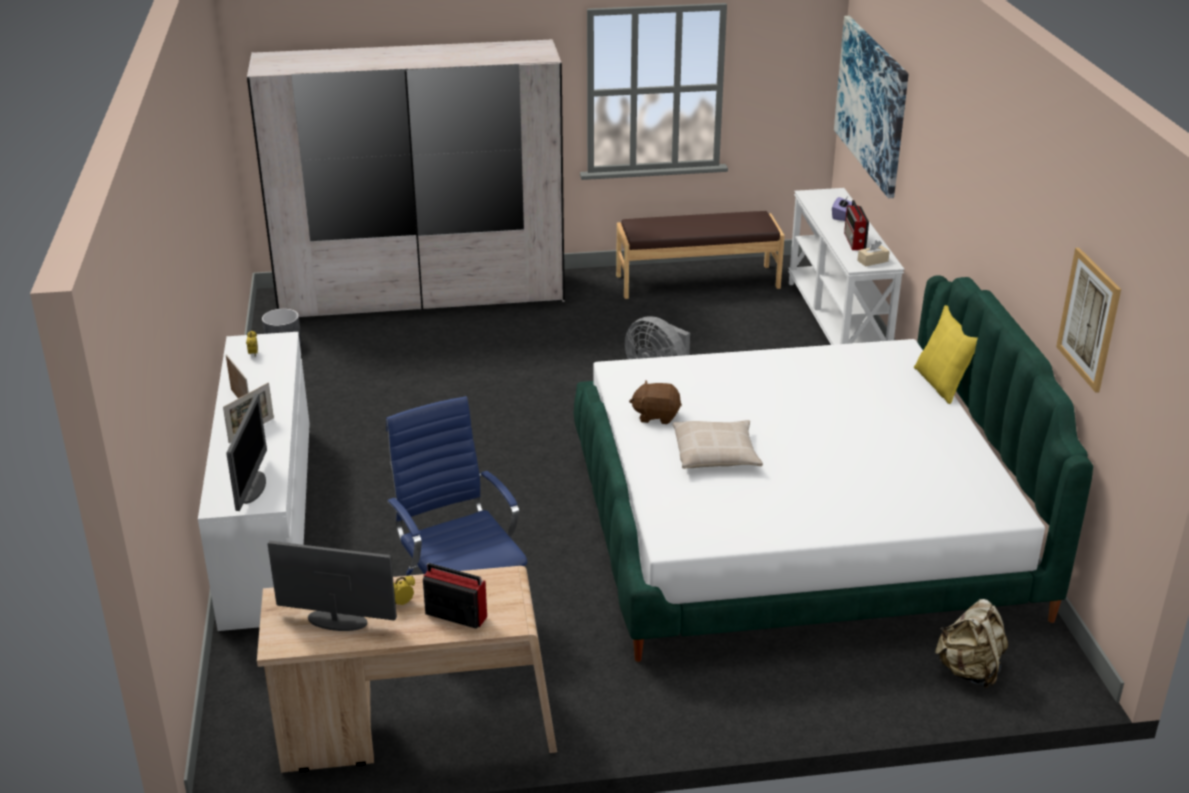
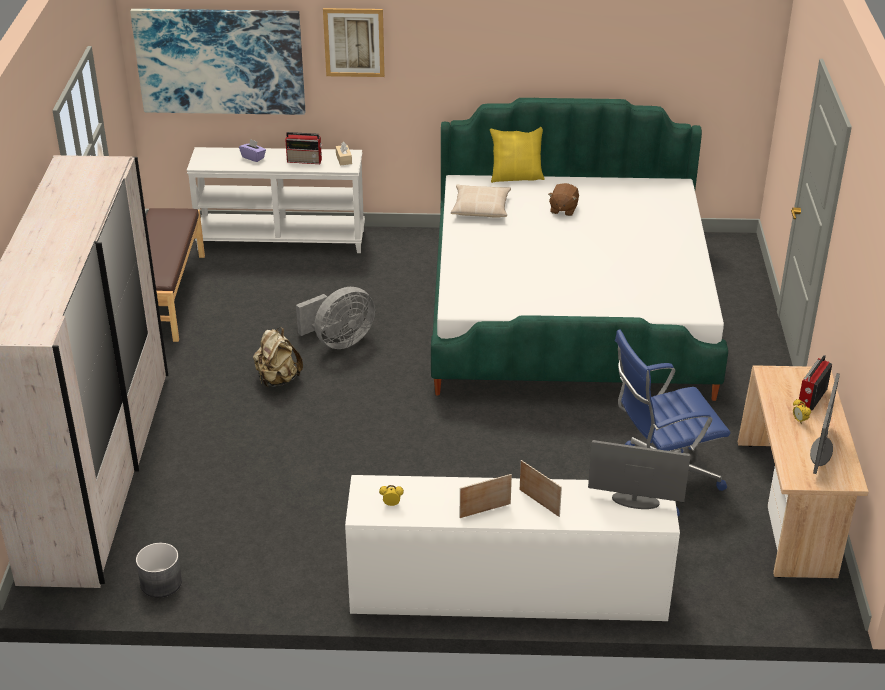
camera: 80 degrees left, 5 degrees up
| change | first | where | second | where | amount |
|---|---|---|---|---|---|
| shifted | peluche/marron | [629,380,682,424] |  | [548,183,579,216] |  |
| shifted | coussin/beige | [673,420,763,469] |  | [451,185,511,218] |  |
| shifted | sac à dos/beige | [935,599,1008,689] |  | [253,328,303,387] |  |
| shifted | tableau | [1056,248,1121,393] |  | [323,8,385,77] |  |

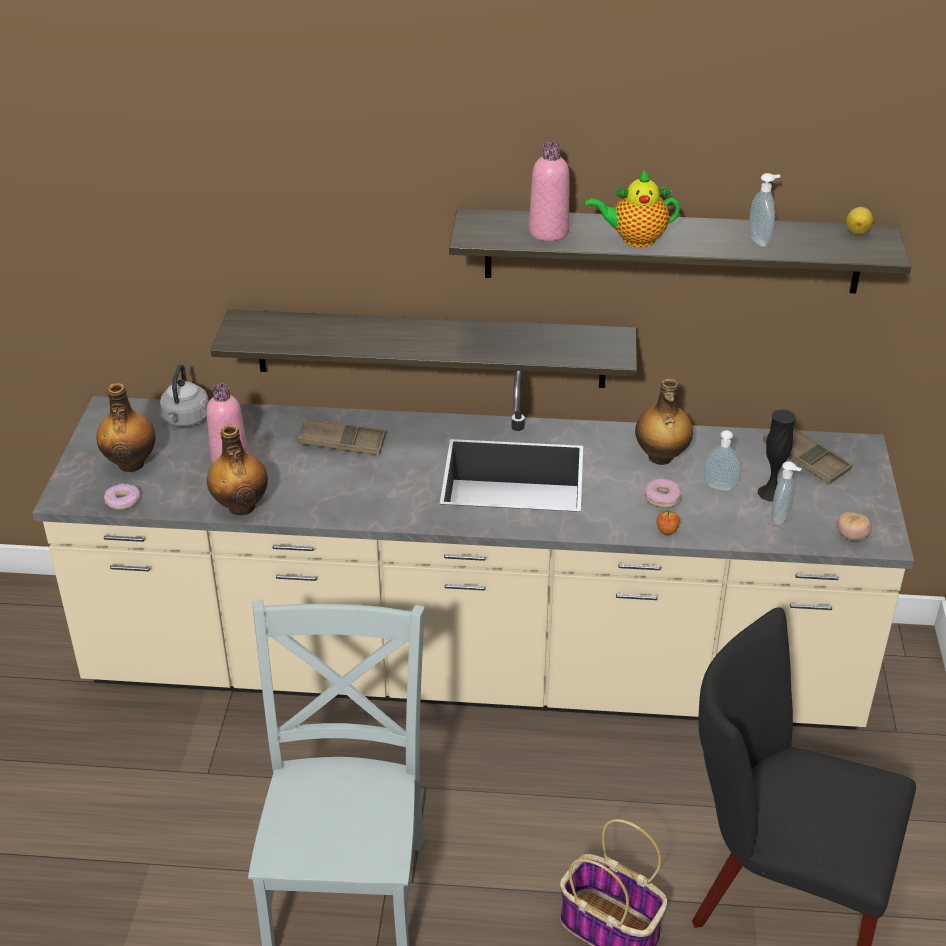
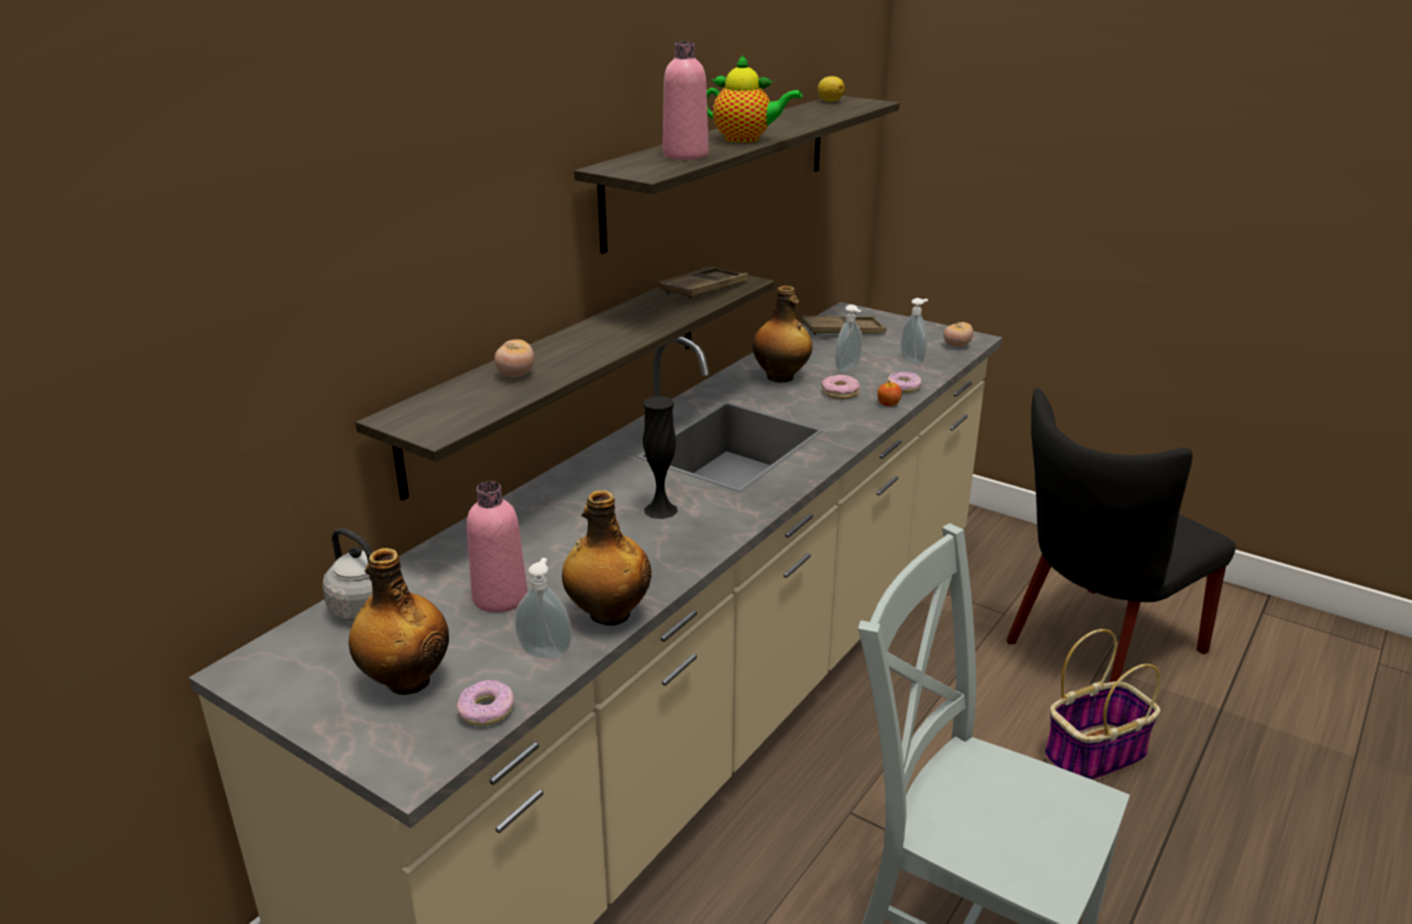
camera: 60 degrees left, 10 degrees down
| change | first | where | second | where | amount |
|---|---|---|---|---|---|
| new |  |  | tomate | [494,339,534,377] |  |
| new |  |  | beignet | [887,372,922,393] |  |
| shifted | plateau/marron | [298,418,386,455] |  | [658,267,748,300] |  |
| shifted | distributeur de savon | [749,173,780,247] |  | [515,558,572,659] |  |
| shifted | vase/noir | [757,409,796,502] |  | [643,396,678,519] |  |
| rotated | théière | [586,170,680,248] |  | [707,54,802,143] | 105 degrees counterclockwise |

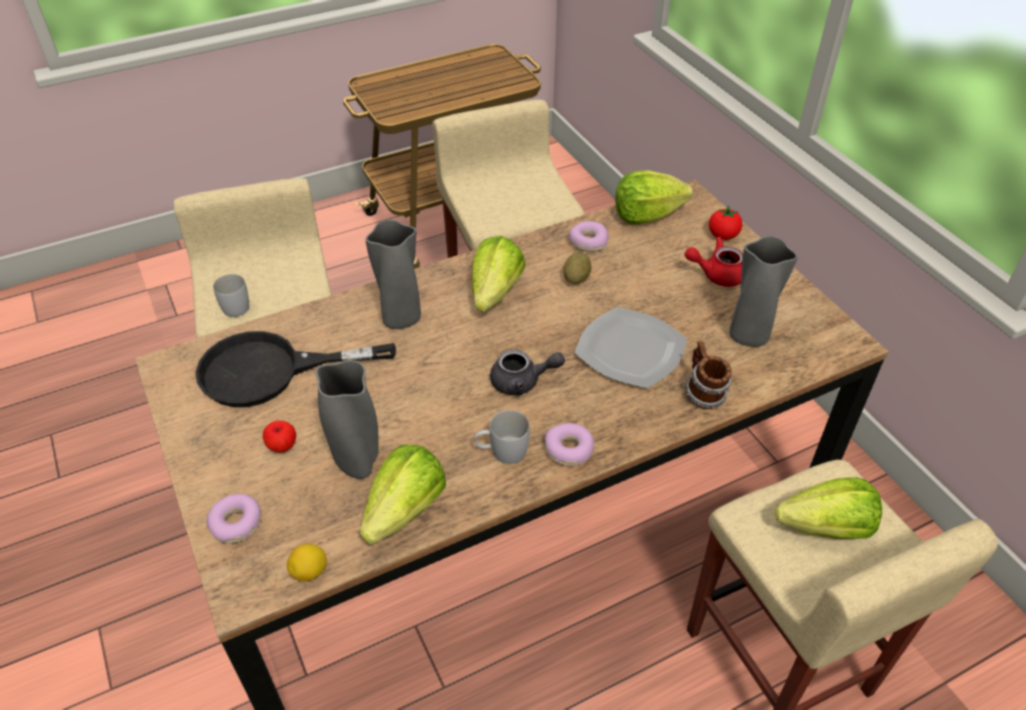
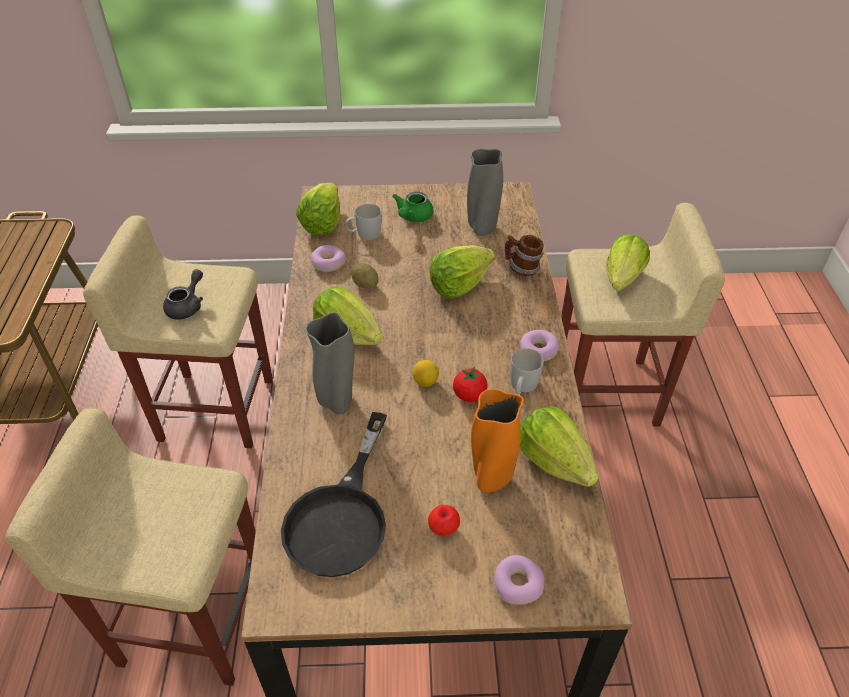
camera: 65 degrees left, 0 degrees up
| change | first | where | second | where | amount |
|---|---|---|---|---|---|
| shifted | mug/blanc | [213,274,249,317] |  | [345,204,382,240] |  |
| shifted | citron | [287,544,327,581] |  | [412,360,439,387] |  |
| shifted | théière/gris | [490,349,565,396] |  | [163,269,203,320] |  |
| shifted | tomate | [709,206,742,240] |  | [453,367,488,402] |  |
| swapped | assiette | [575,307,687,388] | laitue | [429,245,495,299] |  |
| repainted | vase/gris | [315,360,379,479] | vase/orange | [471,389,524,493] |  |
| repainted | théière/rouge | [685,237,743,287] | théière/vert | [392,191,433,222] |  |

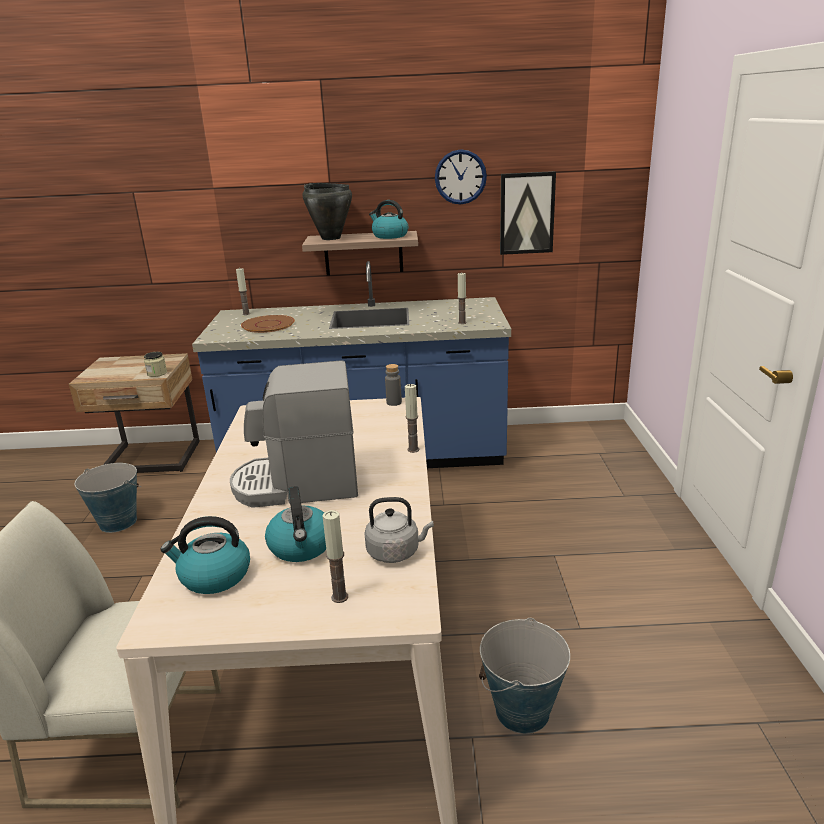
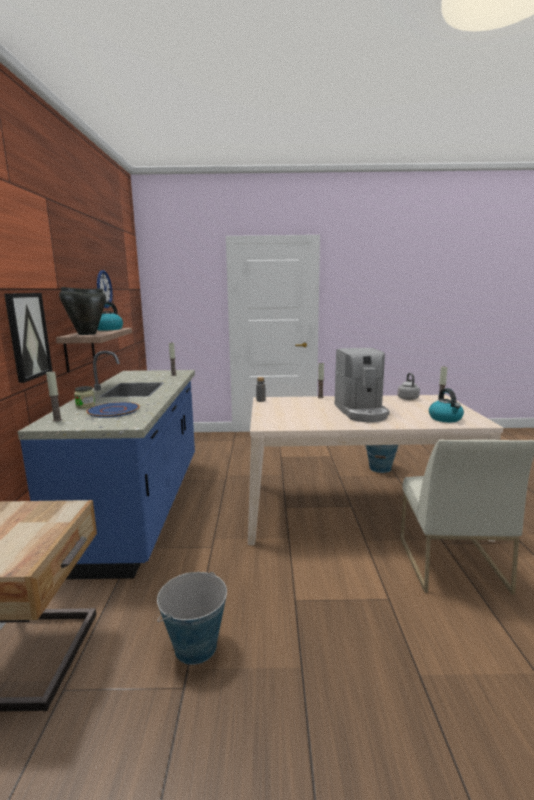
camera: 90 degrees left, 10 degrees down
| change | first | where | second | where | amount |
|---|---|---|---|---|---|
| gone | bouilloire | [265,486,326,562] |  |  |  |
| shifted | bocal | [144,352,167,377] |  | [74,386,95,409] |  |
| shifted | tableau | [500,171,556,255] |  | [4,293,53,383] |  |
| repainted | assiette/marron | [241,315,295,333] | assiette/bleu | [86,402,140,418] |  |

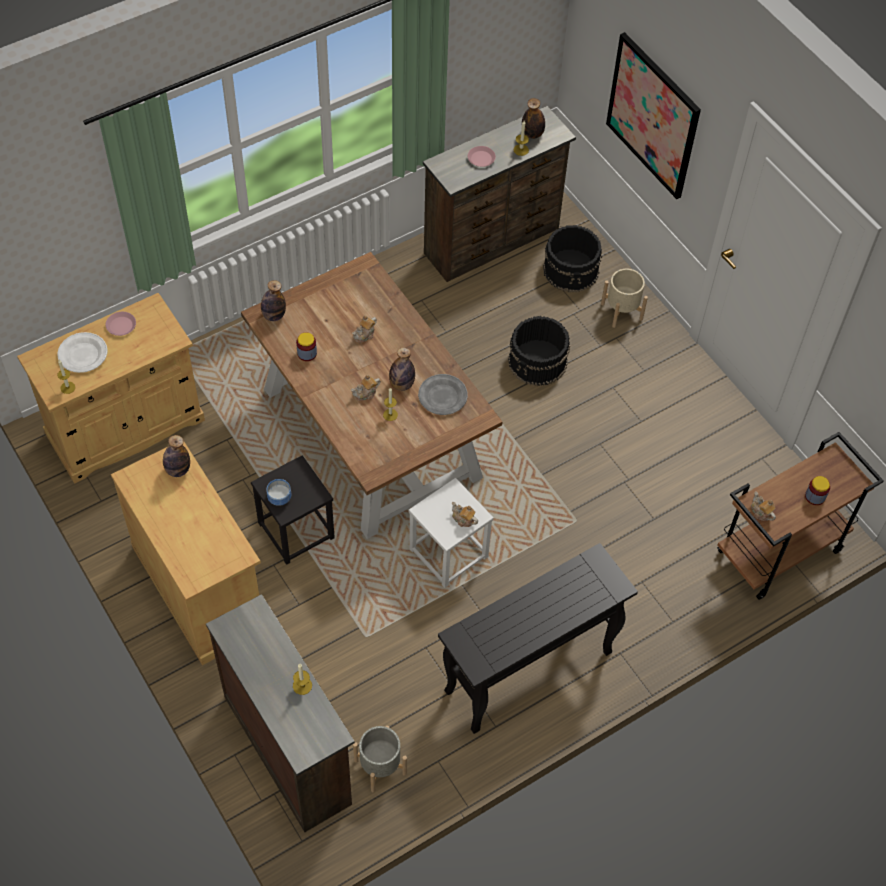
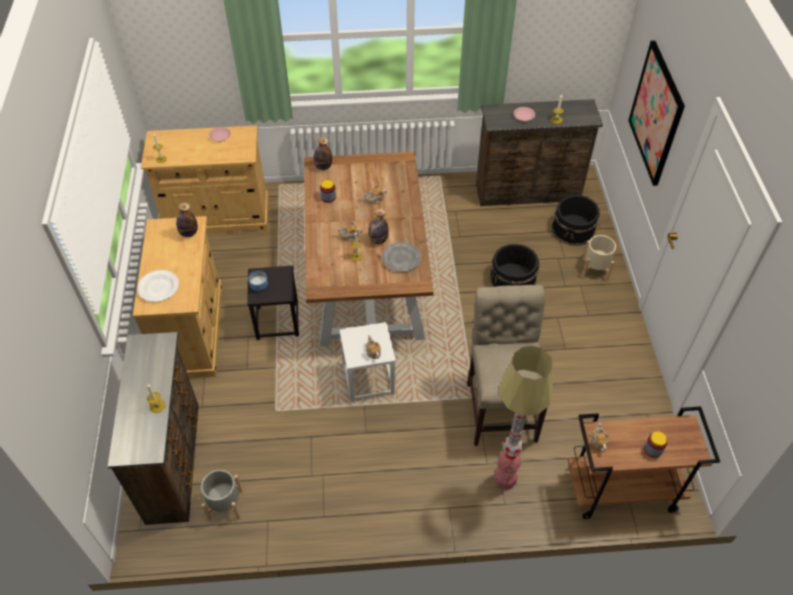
camera: 30 degrees right, 5 degrees down
| change | first | where | second | where | amount |
|---|---|---|---|---|---|
| gone | table console/noir | [438,543,638,734] |  |  |  |
| gone | bouteille | [522,98,545,139] |  |  |  |
| new |  |  | chaise/beige | [467,285,548,446] |  |
| new |  |  | lampadaire | [494,346,553,490] |  |
| shifted | assiette/blanc | [57,332,108,373] |  | [137,270,179,302] |  |

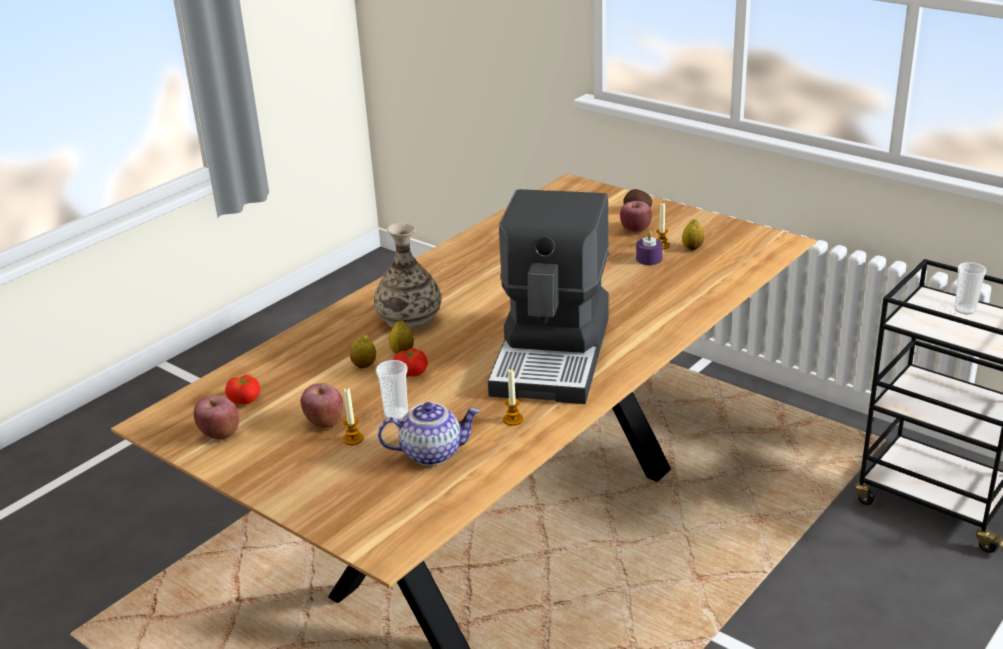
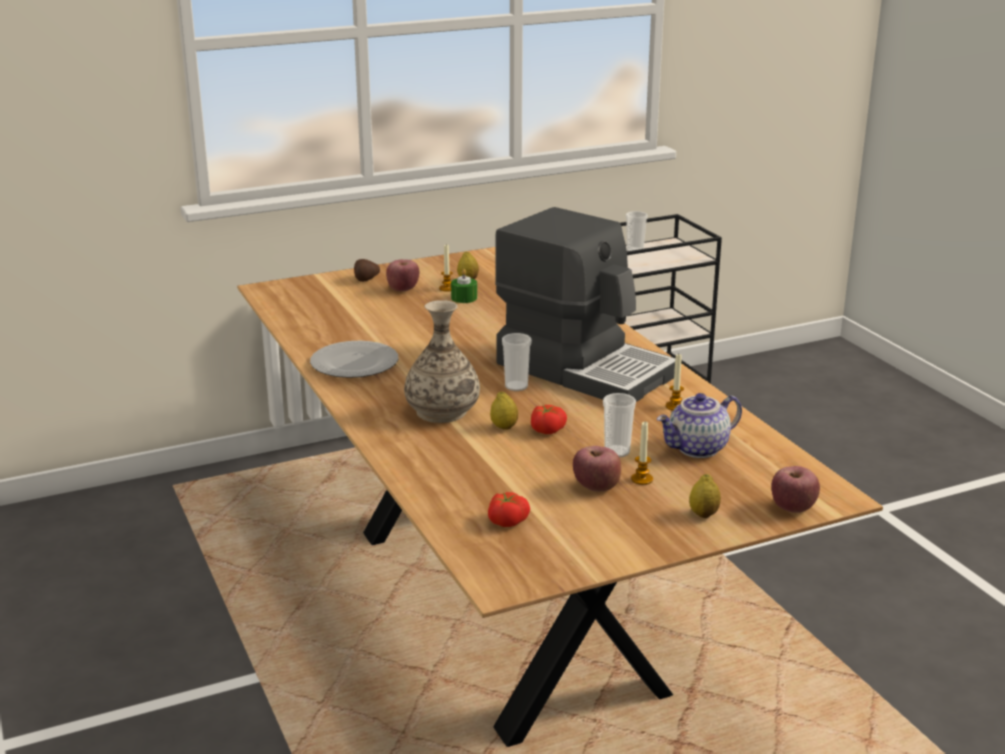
camera: 65 degrees left, 5 degrees down
| change | first | where | second | where | amount |
|---|---|---|---|---|---|
| new |  |  | assiette | [310,341,398,378] |  |
| new |  |  | tasse | [502,333,532,391] |  |
| shifted | pomme | [194,396,239,439] |  | [771,466,820,513] |  |
| shifted | citron | [350,334,376,368] |  | [689,474,721,518] |  |
| repainted | bougie/violet | [636,231,663,265] | bougie/vert | [451,269,477,303] |  |
| rotated | théière | [378,402,480,466] |  | [657,393,742,458] | 135 degrees counterclockwise |

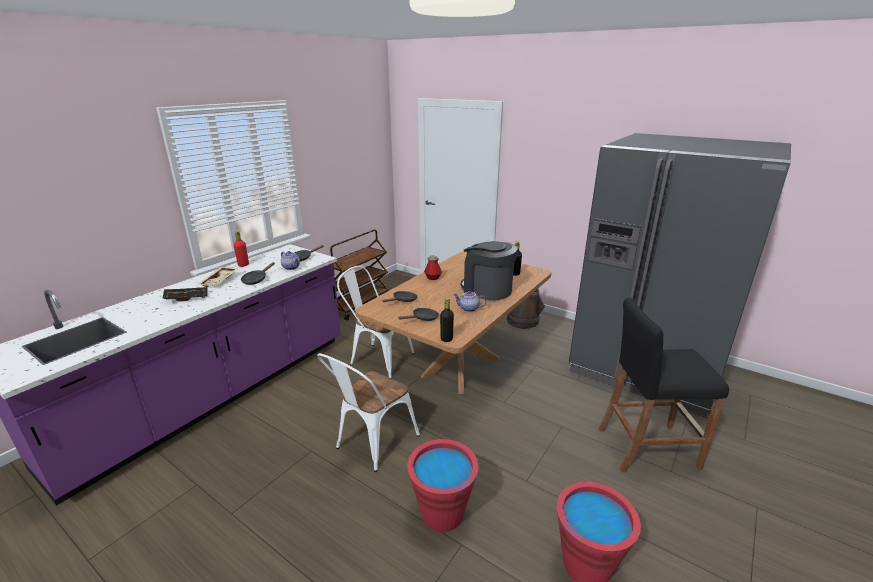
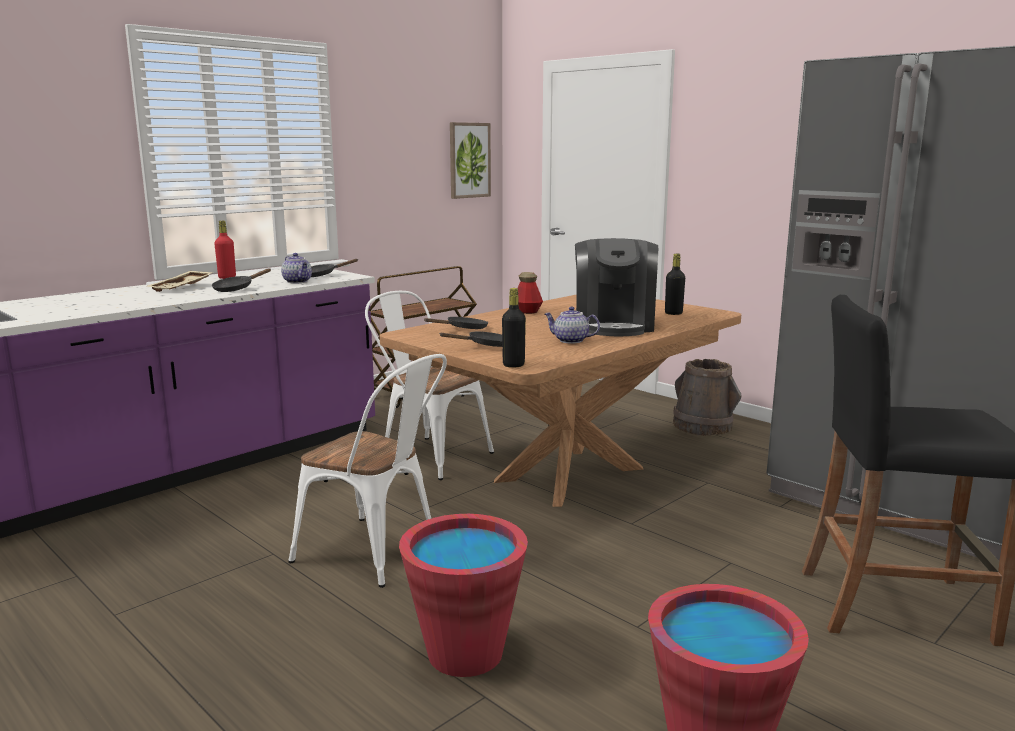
camera: 10 degrees right, 10 degrees down
| change | first | where | second | where | amount |
|---|---|---|---|---|---|
| gone | plateau/noir | [162,287,208,302] |  |  |  |
| new |  |  | tableau | [450,122,491,199] |  |
| rotated | chaise/blanc | [317,353,420,472] |  | [288,354,447,588] | 105 degrees counterclockwise |
| rotated | machine à café | [461,241,517,301] |  | [575,238,658,336] | 135 degrees counterclockwise |

